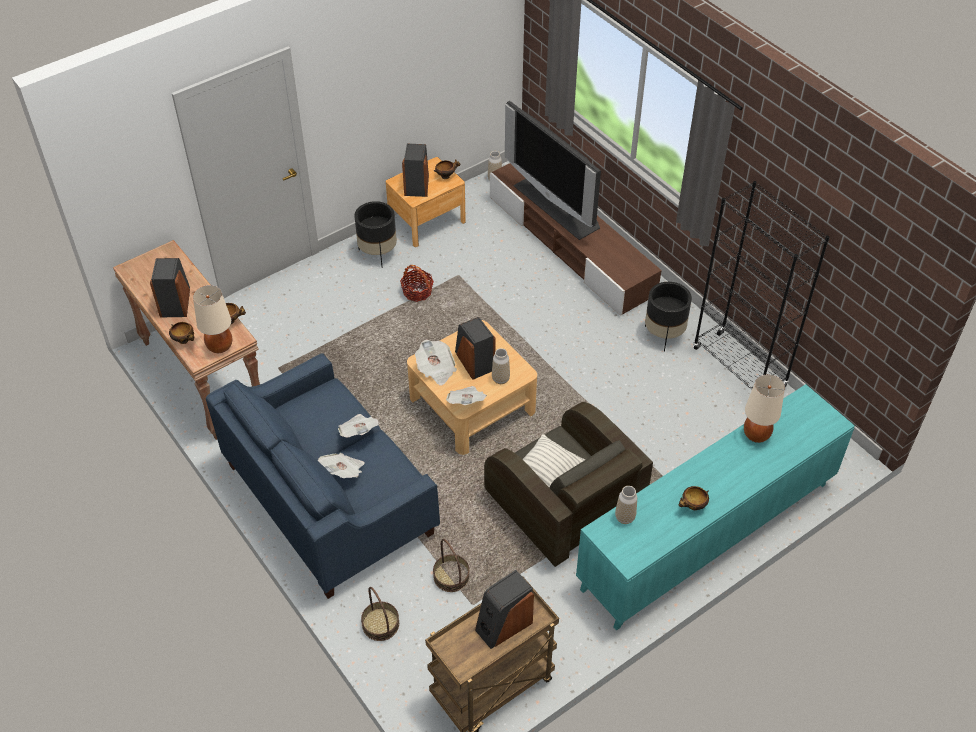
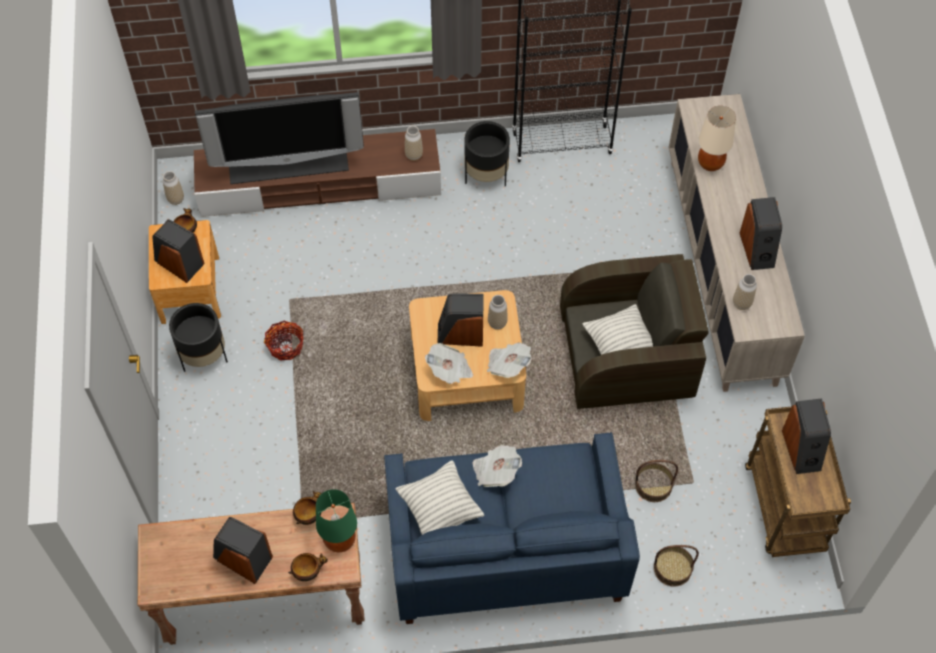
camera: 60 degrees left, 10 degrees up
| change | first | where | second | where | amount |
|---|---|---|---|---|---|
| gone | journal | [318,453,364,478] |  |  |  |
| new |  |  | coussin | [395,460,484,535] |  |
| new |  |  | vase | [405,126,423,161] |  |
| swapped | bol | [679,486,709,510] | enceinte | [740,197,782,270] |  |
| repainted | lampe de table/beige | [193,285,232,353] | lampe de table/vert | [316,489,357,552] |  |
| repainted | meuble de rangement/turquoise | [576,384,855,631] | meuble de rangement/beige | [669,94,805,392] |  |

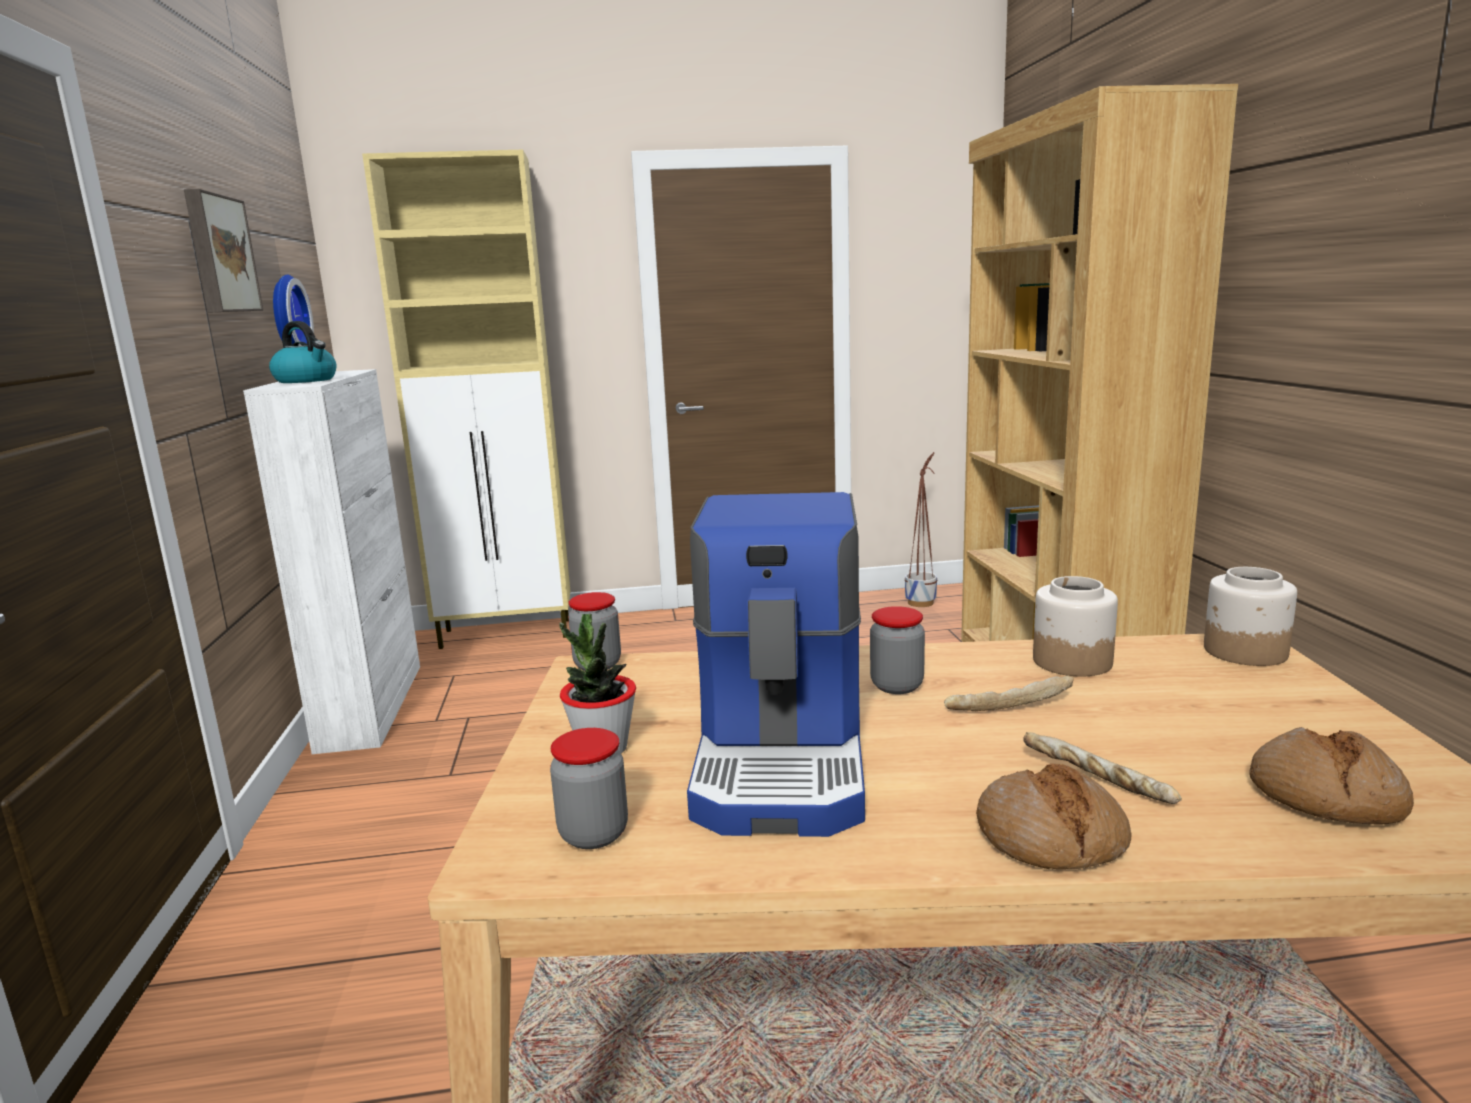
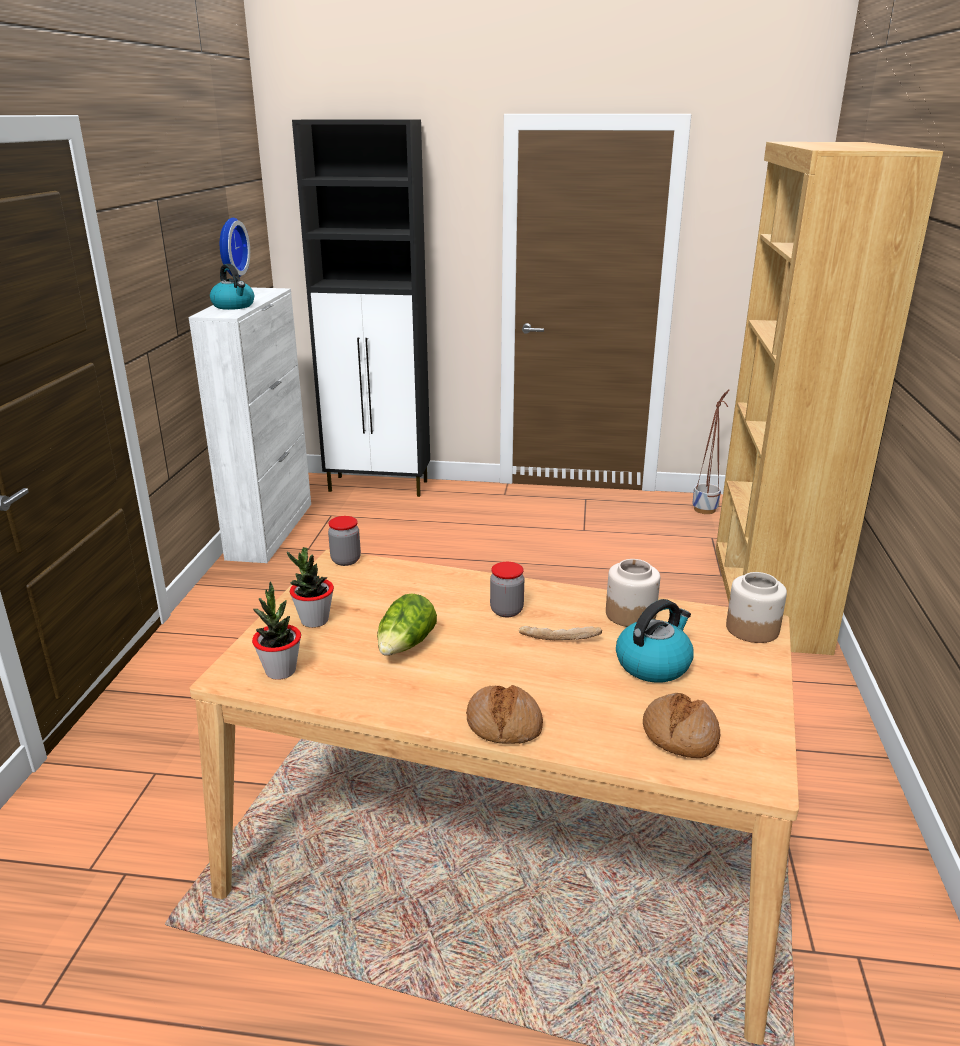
camera: 15 degrees right, 10 degrees up
| change | first | where | second | where | amount |
|---|---|---|---|---|---|
| gone | tableau | [184,189,263,313] |  |  |  |
| gone | pain | [1023,732,1182,804] |  |  |  |
| new |  |  | bouilloire | [616,599,694,683] |  |
| swapped | bocal | [550,728,628,849] | plante en pot | [252,581,301,680] |  |
| swapped | machine à café | [687,492,865,837] | laitue | [377,594,437,656] |  |
| repainted | meuble de rangement/beige | [362,150,570,649] | meuble de rangement/noir | [292,119,430,497] |  |

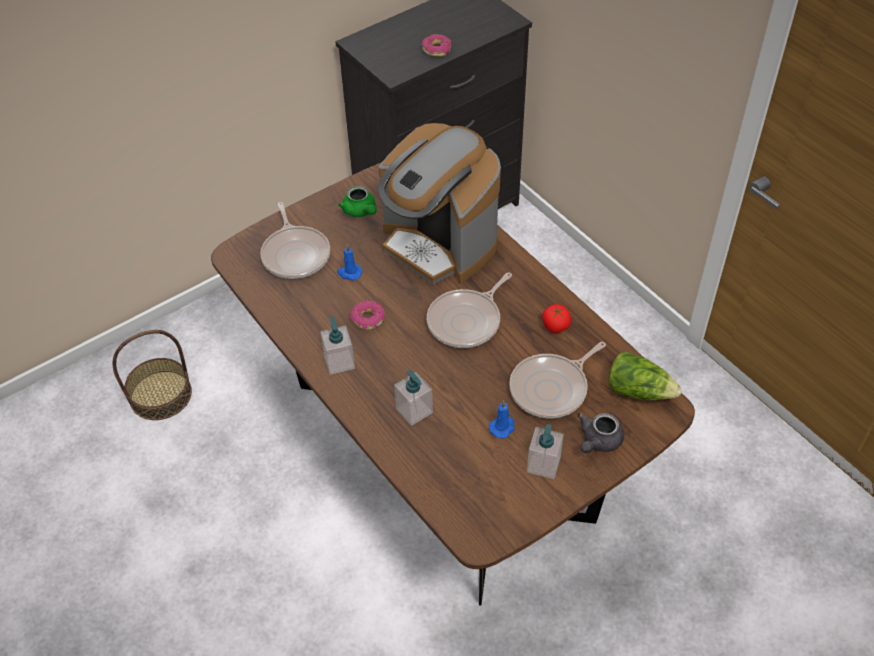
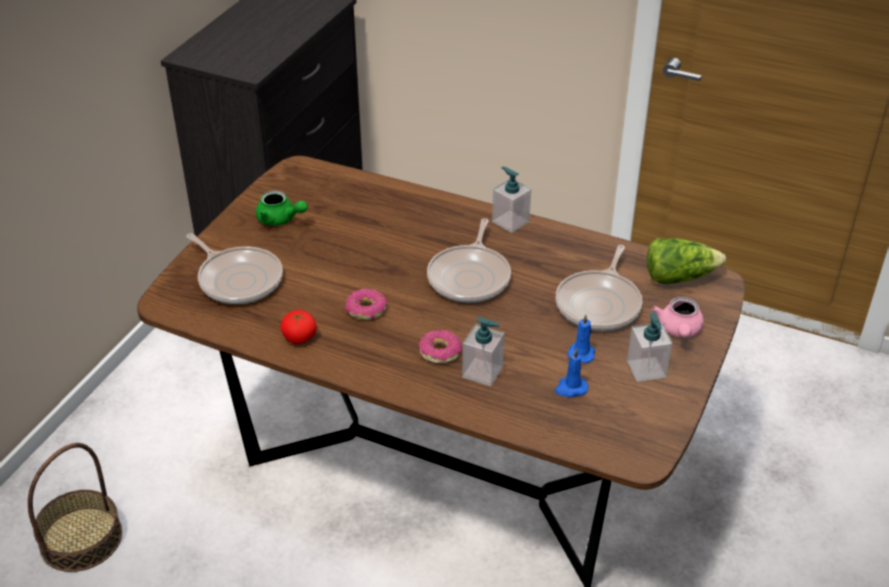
camera: 30 degrees left, 10 degrees down
| change | first | where | second | where | amount |
|---|---|---|---|---|---|
| gone | machine à café | [378,123,501,285] |  |  |  |
| shifted | distributeur de savon | [321,315,355,375] |  | [492,167,531,233] |  |
| shifted | bougie/bleu | [337,244,362,280] |  | [555,348,588,397] |  |
| shifted | beignet | [422,34,451,57] |  | [419,330,462,364] |  |
| shifted | tomate | [542,304,571,333] |  | [281,310,317,344] |  |
| repainted | théière/gris | [577,413,624,453] | théière/rose | [652,297,704,338] |  |

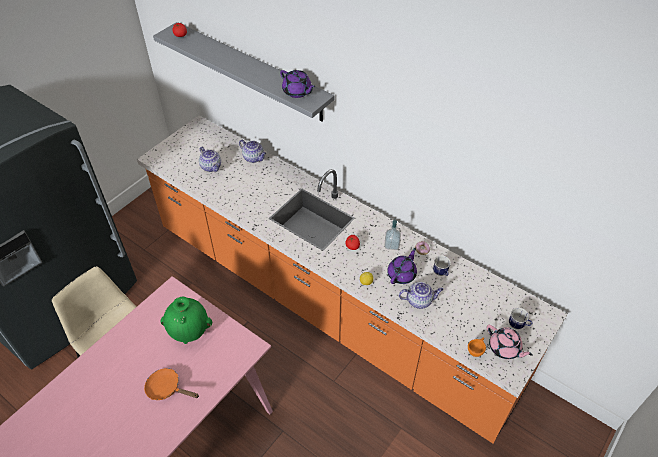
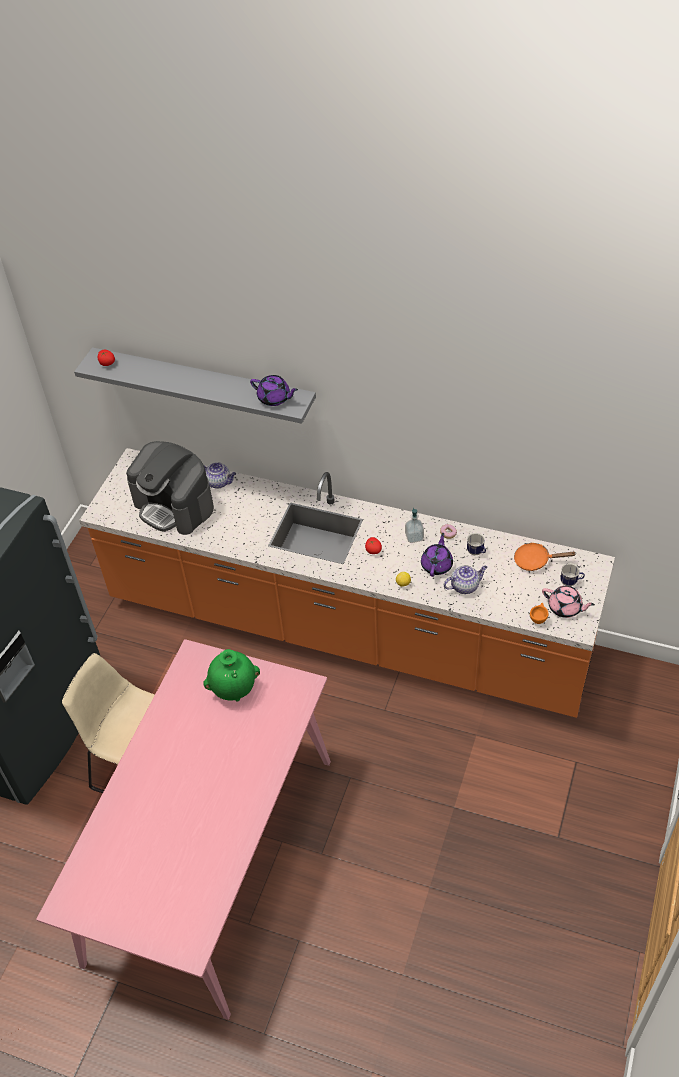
camera: 15 degrees left, 0 degrees up
| change | first | where | second | where | amount |
|---|---|---|---|---|---|
| shifted | poêle/orange | [144,368,199,400] |  | [514,543,577,571] |  |
| swapped | théière | [199,147,221,172] | machine à café | [126,441,214,535] |  |

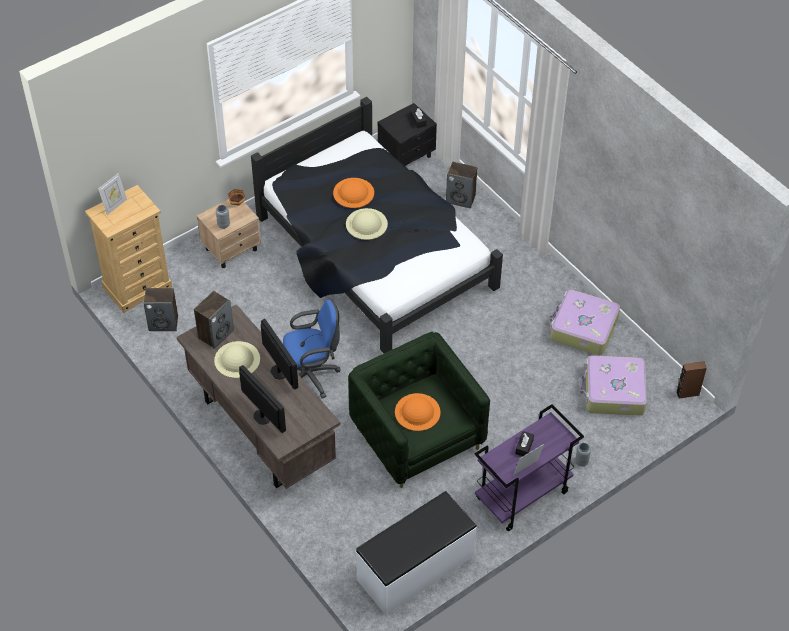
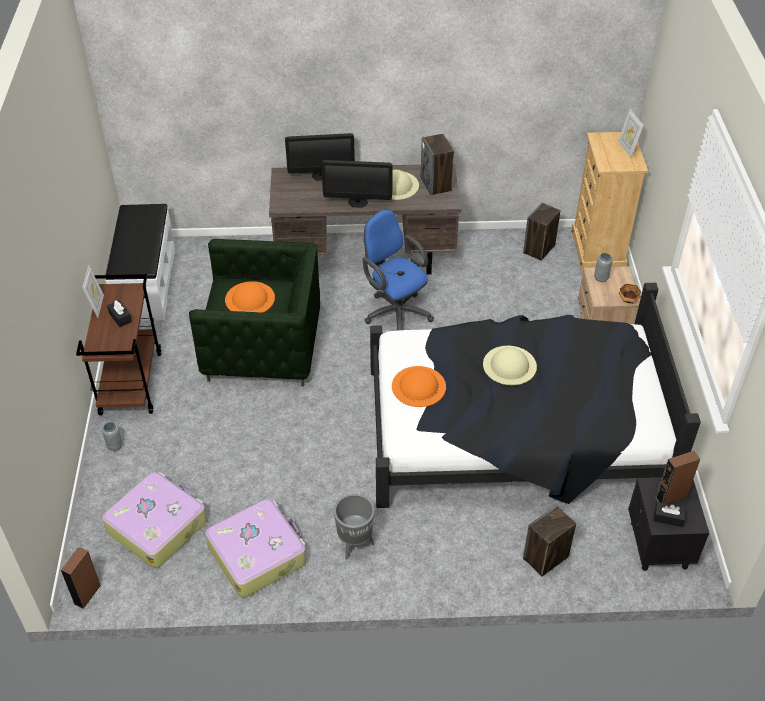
camera: 125 degrees right, 5 degrees down
| change | first | where | second | where | amount |
|---|---|---|---|---|---|
| new |  |  | cache-pot/gris | [334,494,375,560] |  |
| new |  |  | enceinte/marron | [655,451,700,504] |  |
| shifted | chapeau/orange | [333,178,374,208] |  | [392,366,446,407] |  |
| repainted | chariot/violet | [474,404,584,531] | chariot/marron | [76,274,161,415] |  |
| rotated | chaise de bureau/bleu | [283,300,341,399] |  | [363,209,434,331] | 120 degrees clockwise |

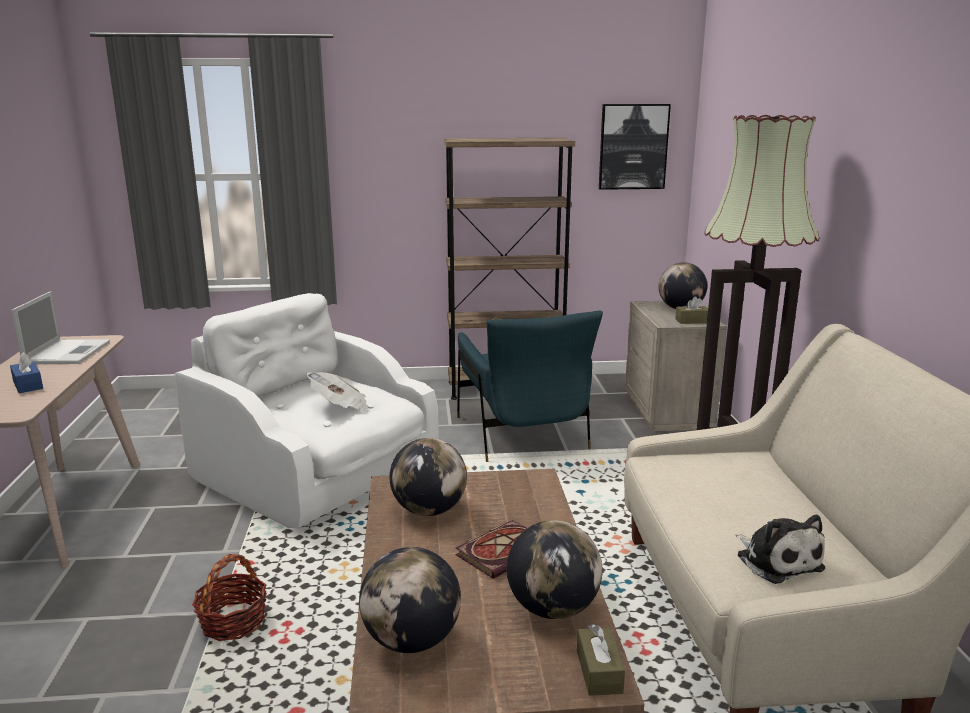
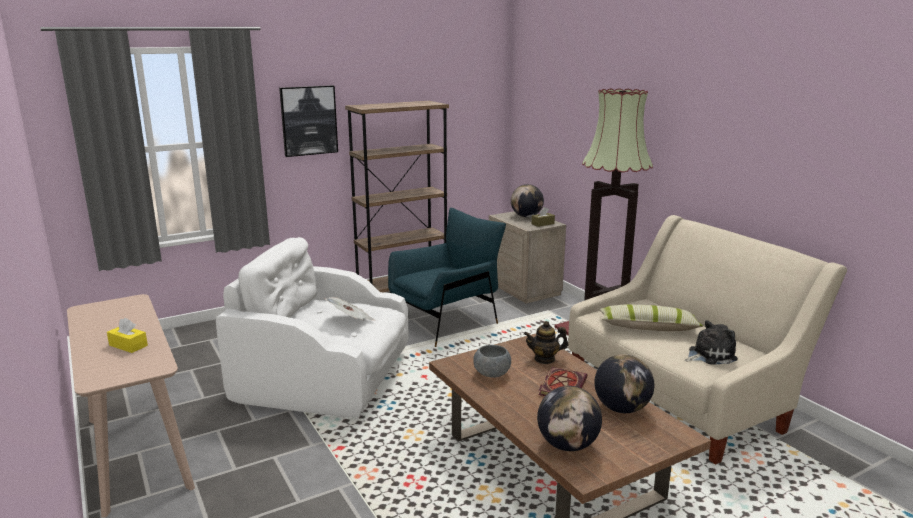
camera: 25 degrees left, 0 degrees up
| change | first | where | second | where | amount |
|---|---|---|---|---|---|
| gone | ordinateur portable | [11,291,110,364] |  |  |  |
| gone | panier | [192,554,267,641] |  |  |  |
| gone | boîte à mouchoirs/marron | [577,624,625,696] |  |  |  |
| new |  |  | théière | [524,321,568,364] |  |
| new |  |  | coussin | [600,304,703,331] |  |
| shifted | tableau | [599,104,671,190] |  | [279,85,338,157] |  |
| swapped | globe | [390,438,467,516] | bol/gris | [473,345,511,378] |  |
| repainted | boîte à mouchoirs/bleu | [10,352,43,393] | boîte à mouchoirs/jaune | [107,318,148,353] |  |
| rotated | fauteuil/bleu | [457,311,603,462] |  | [388,208,506,347] | 90 degrees counterclockwise |
| rotated | peluche | [736,515,825,584] |  | [685,320,738,365] | 60 degrees counterclockwise |

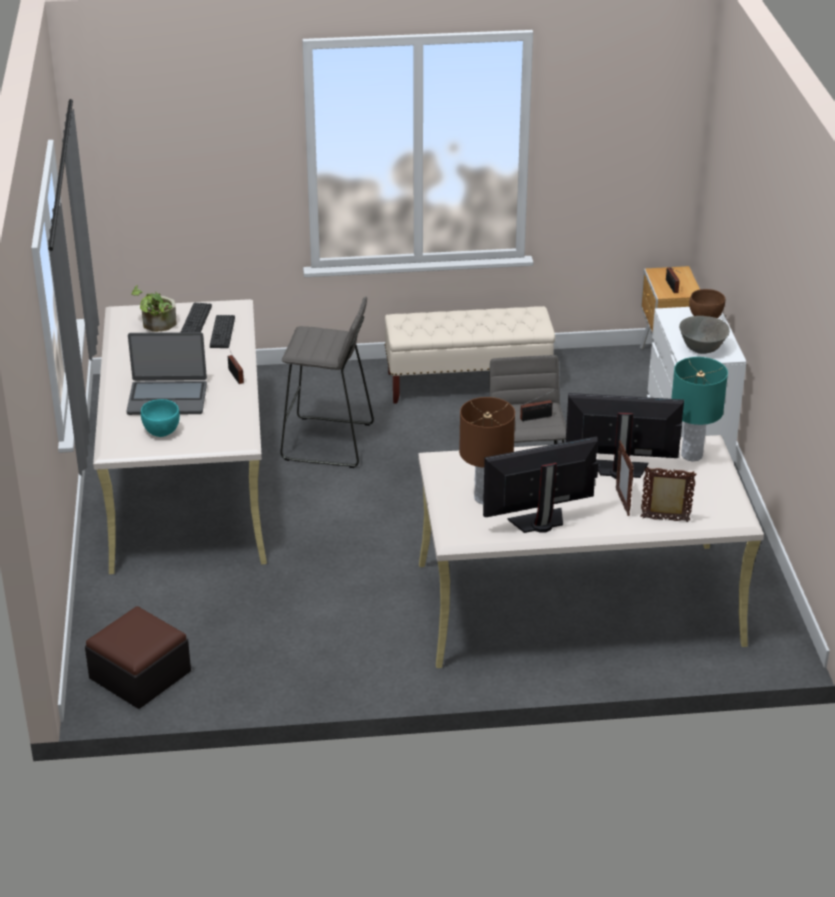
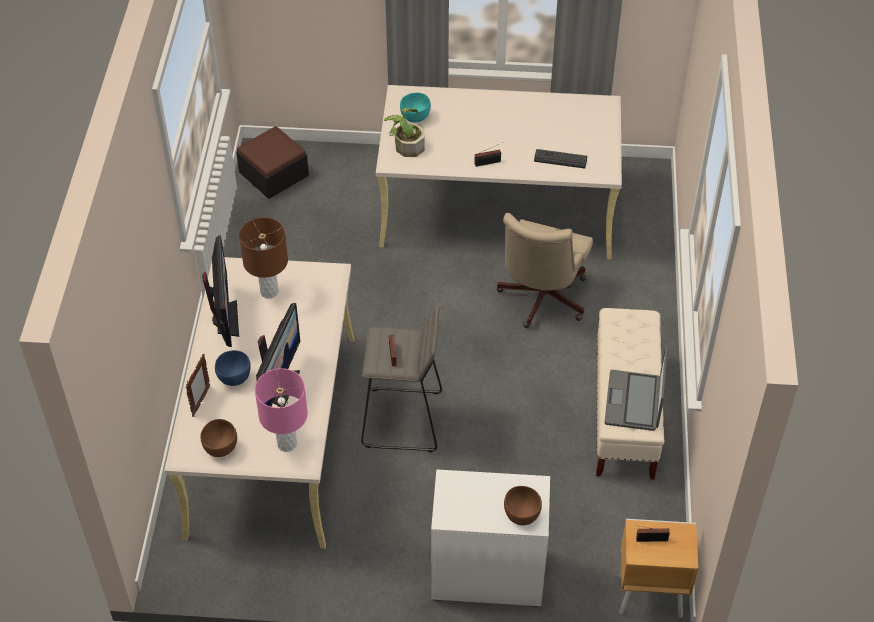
camera: 100 degrees right, 15 degrees up
| change | first | where | second | where | amount |
|---|---|---|---|---|---|
| gone | clavier | [181,303,212,332] |  |  |  |
| gone | bol/gris | [679,316,730,354] |  |  |  |
| new |  |  | bol/marron | [200,419,237,457] |  |
| shifted | ordinateur portable | [126,332,207,415] |  | [604,345,668,431] |  |
| shifted | plante en pot | [131,285,177,332] |  | [384,108,424,157] |  |
| swapped | tabouret/gris | [280,297,374,468] | chaise de bureau/beige | [497,213,593,328] |  |
| swapped | cadre photo | [616,440,634,516] | bol/bleu | [215,350,251,386] |  |
| repainted | lampe de table/turquoise | [671,357,728,462] | lampe de table/rose | [255,368,308,452] |  |

